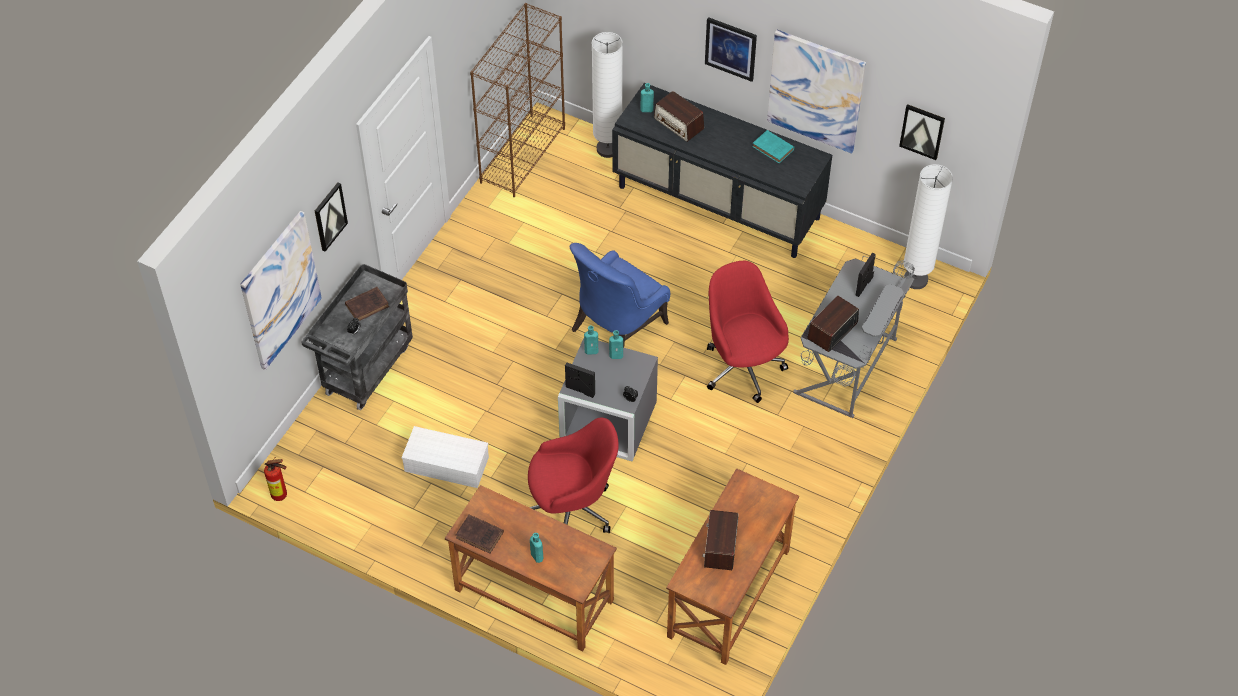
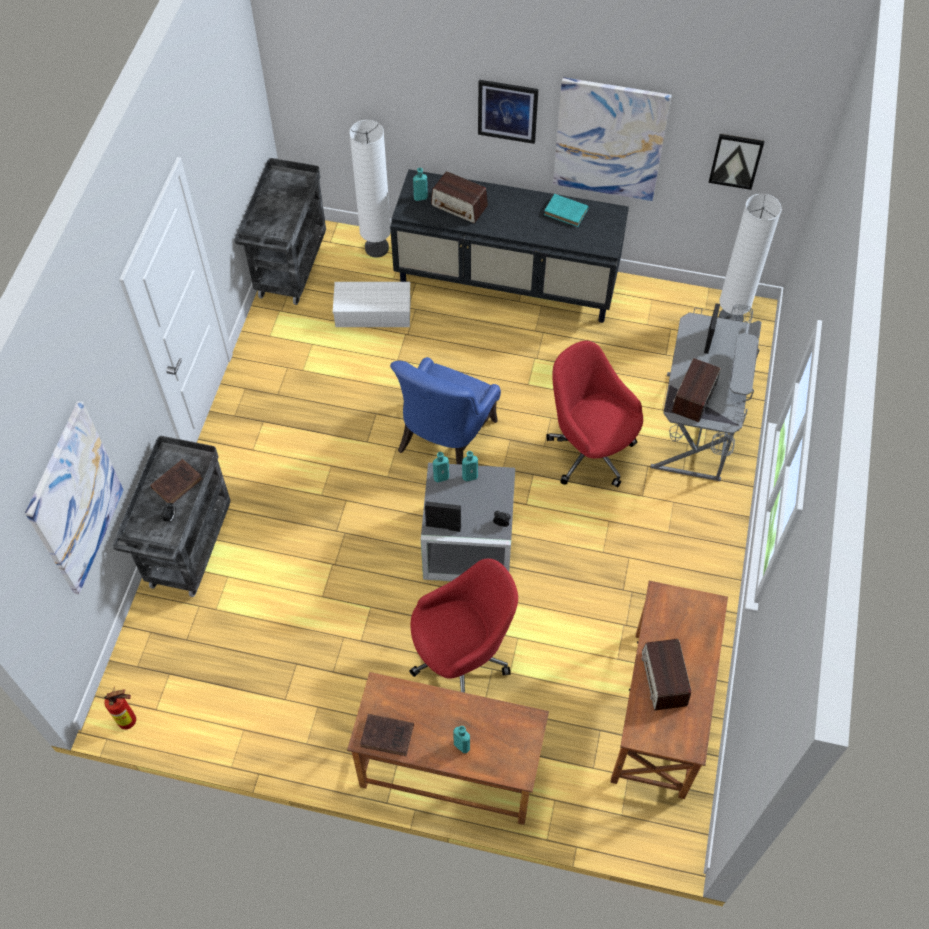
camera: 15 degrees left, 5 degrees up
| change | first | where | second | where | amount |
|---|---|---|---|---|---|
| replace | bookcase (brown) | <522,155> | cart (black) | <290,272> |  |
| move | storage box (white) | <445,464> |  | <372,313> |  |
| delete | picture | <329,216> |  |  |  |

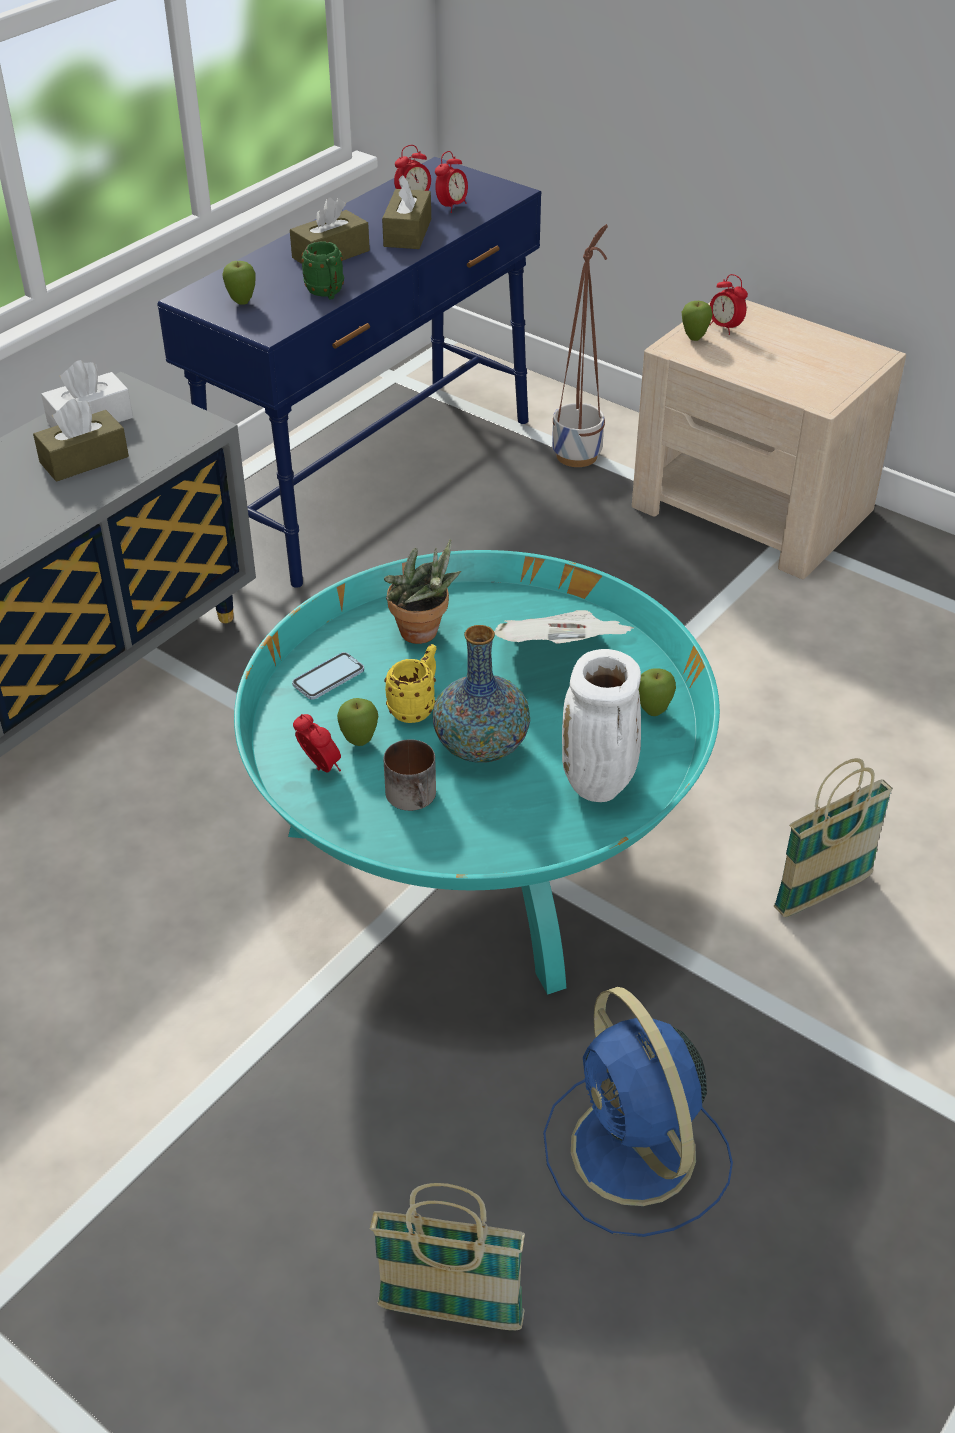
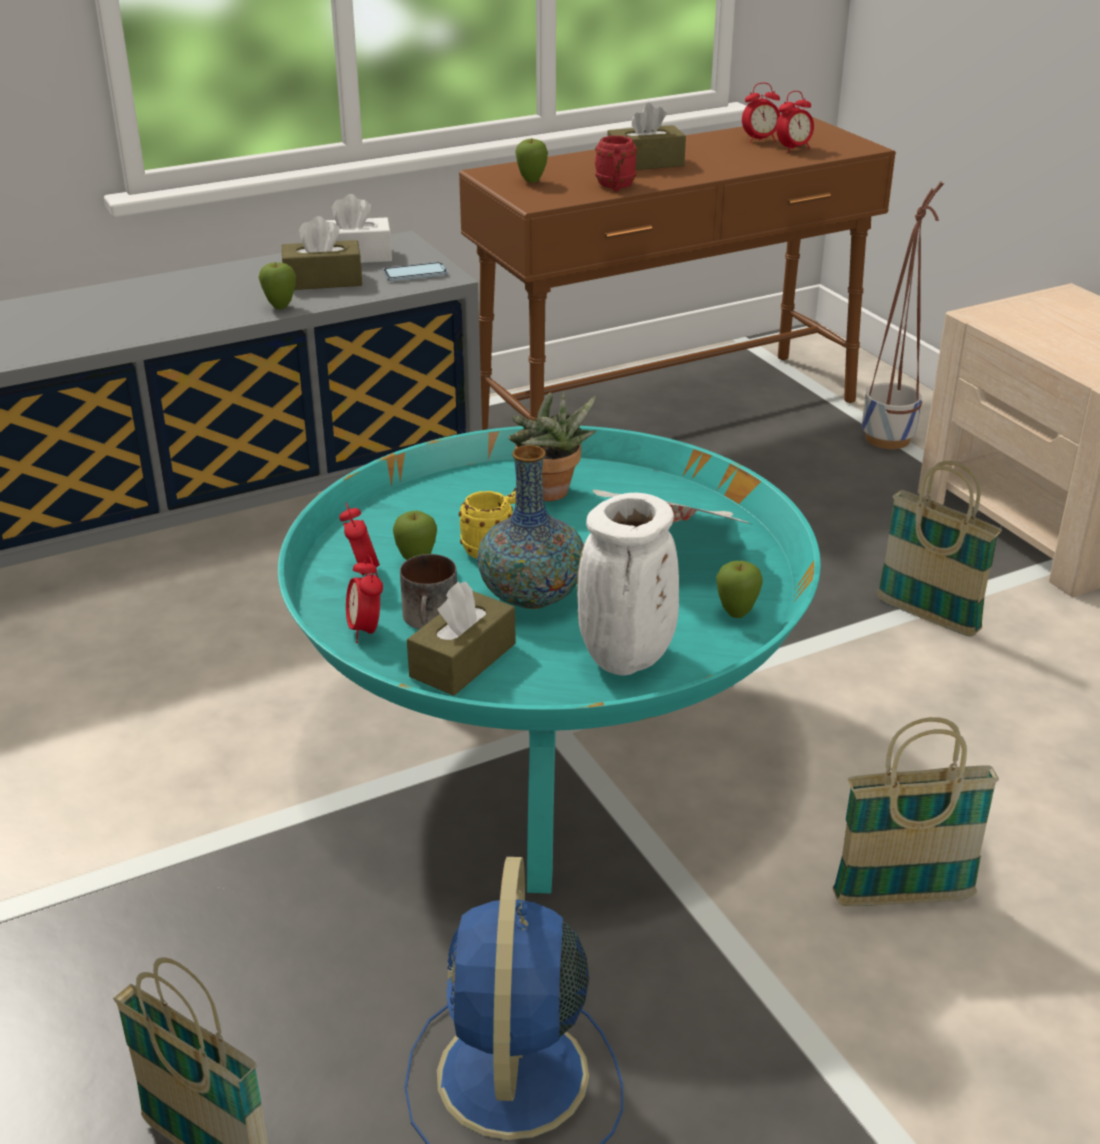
camera: 25 degrees right, 10 degrees down
| change | first | where | second | where | amount |
|---|---|---|---|---|---|
| move | apple | <694,338> |  | <280,307> |  |
| move | alarm clock | <725,327> |  | <366,630> |  |
| move | phone | <328,678> |  | <415,274> |  |
| move | tissue box (brown) | <407,233> |  | <463,660> |  |
| recolor | console table (blue) | <375,479> | console table (brown) | <670,416> |  |
| recolor | mug (green) | <327,293> | mug (red) | <615,187> |  |
| insert |  |  | basket | <927,616> |  |

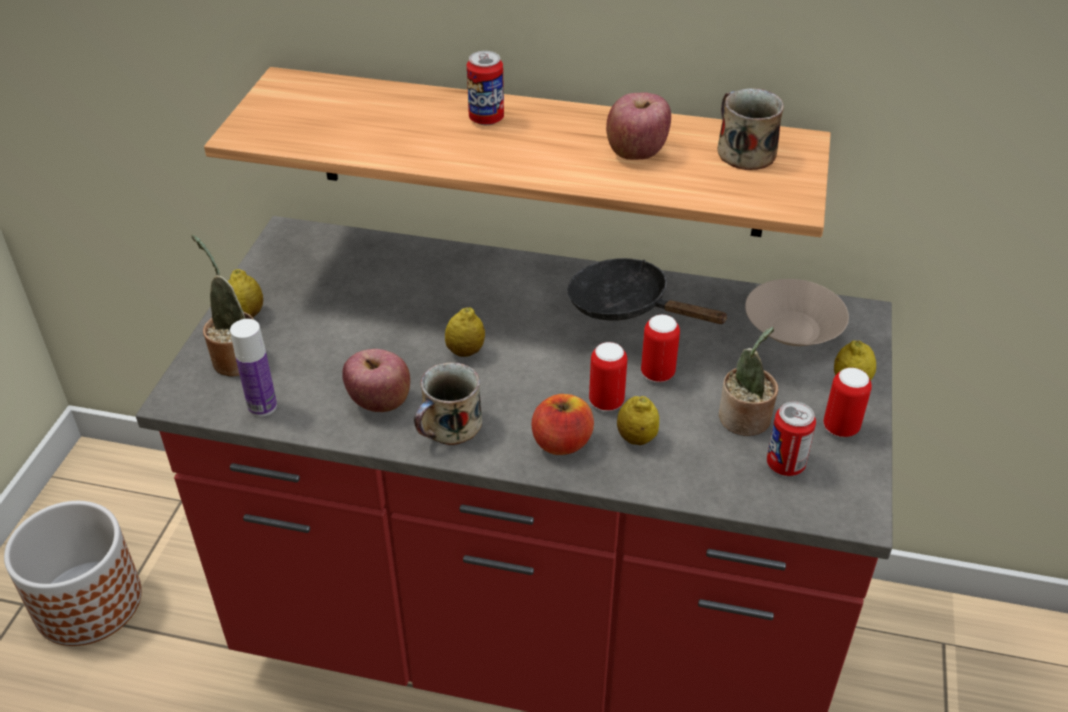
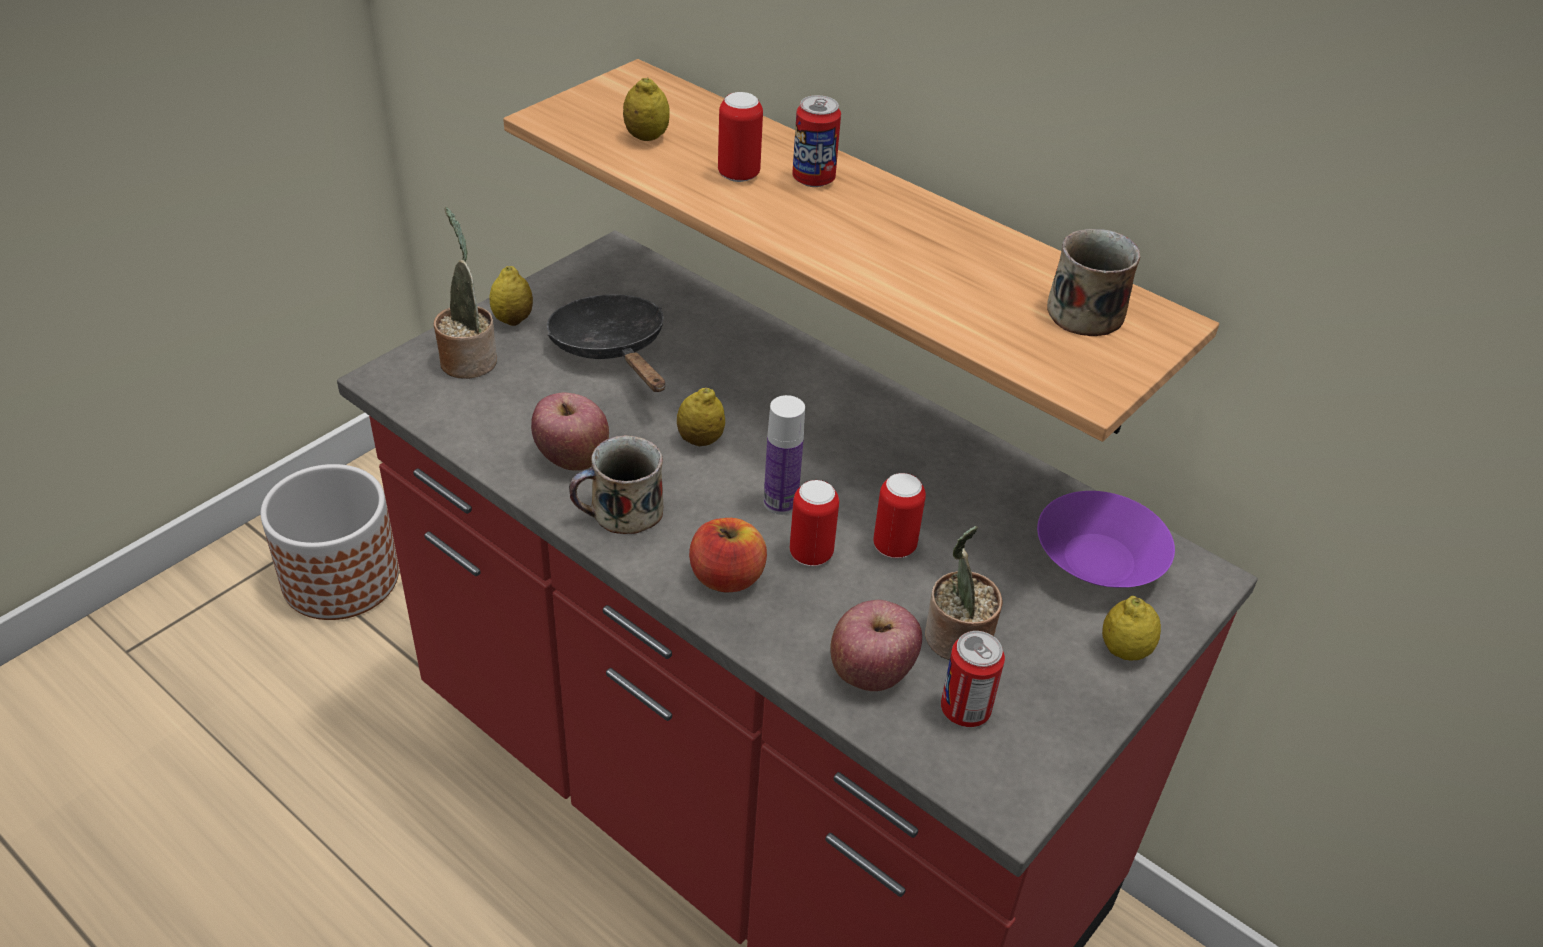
camera: 25 degrees right, 0 degrees up
| change | first | where | second | where | amount |
|---|---|---|---|---|---|
| move | frying pan (black) | <627,306> |  | <612,349> |  |
| move | lemon | <636,438> |  | <646,137> |  |
| move | can | <840,428> |  | <738,175> |  |
| move | bottle | <262,406> |  | <780,502> |  |
| move | apple | <636,151> |  | <870,672> |  |
| recolor | bowl (beige) | <792,331> | bowl (purple) | <1097,563> |  |

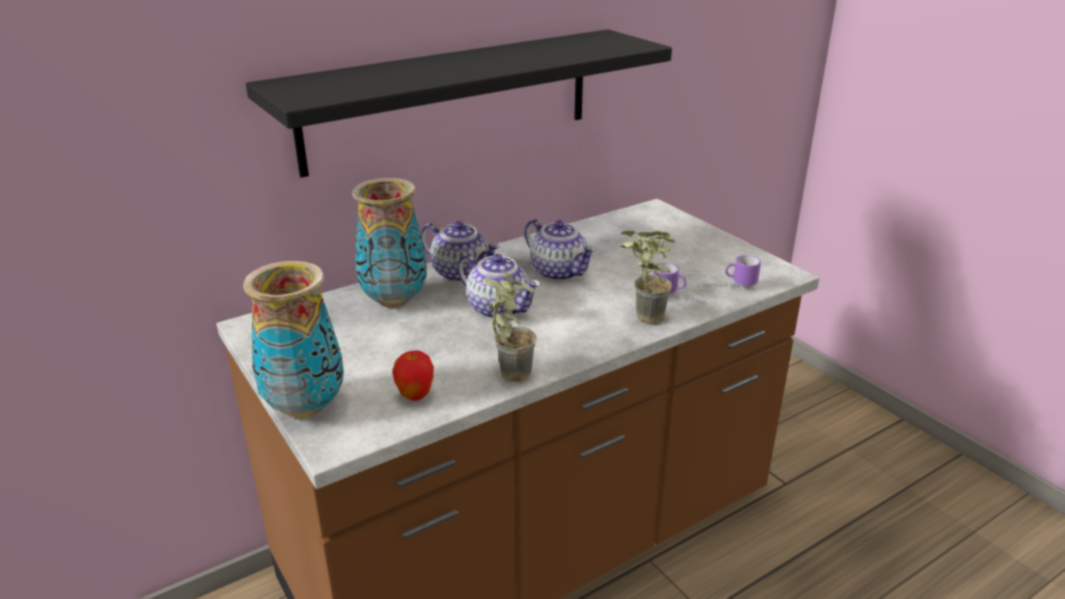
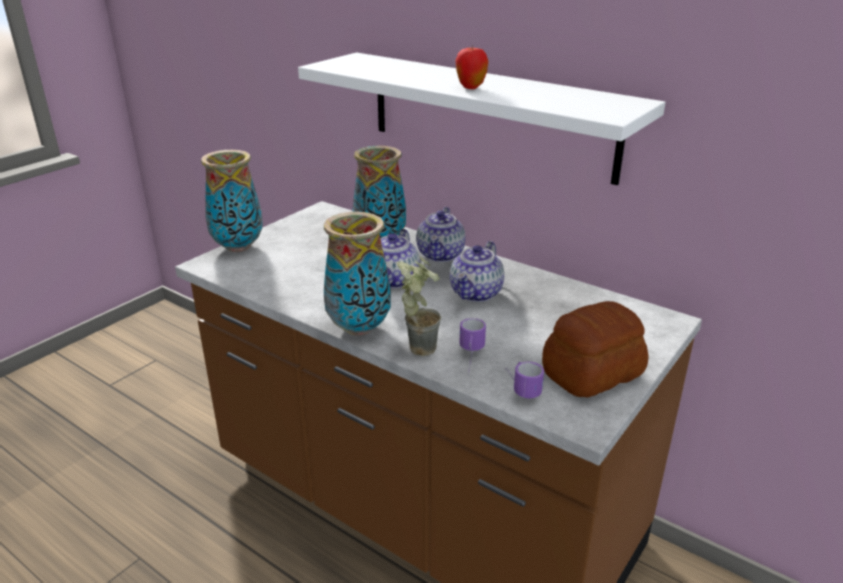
camera: 70 degrees right, 0 degrees up
| change | first | where | second | where | amount |
|---|---|---|---|---|---|
| recolor | shelf (black) | <450,99> | shelf (white) | <489,115> |  |
| insert |  |  | vase | <359,327> |  |
| move | apple | <415,396> |  | <470,87> |  |
| insert |  |  | bread | <590,373> |  |
| delete | potted plant | <508,370> |  |  |  |

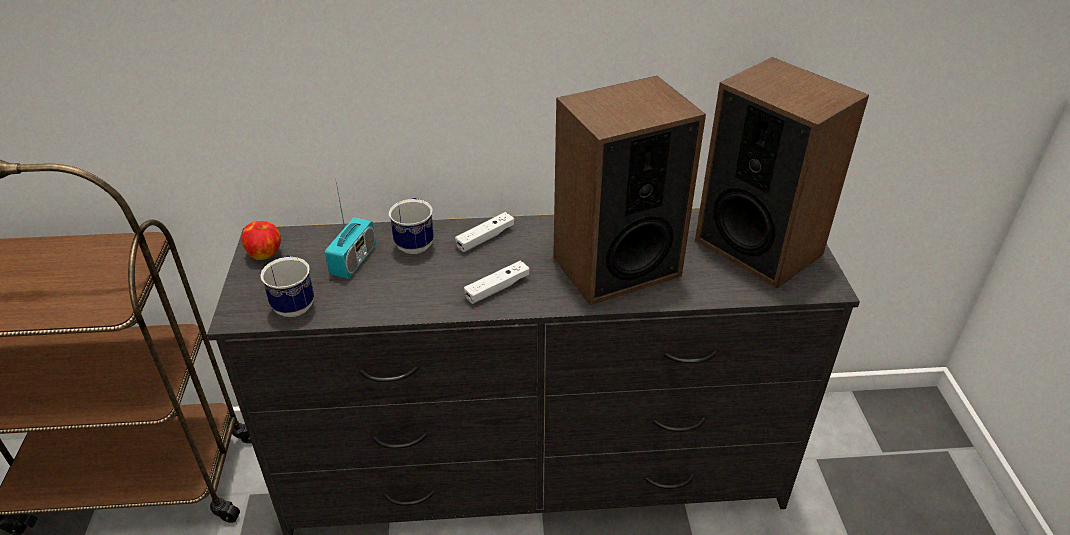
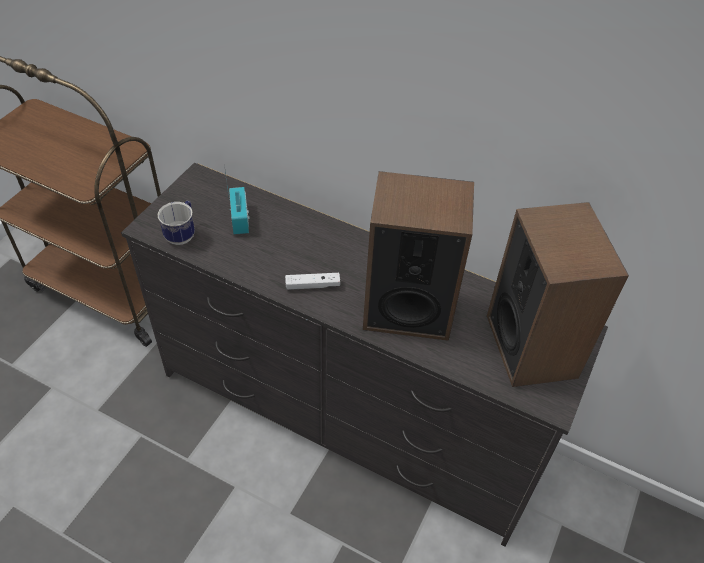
camera: 30 degrees right, 10 degrees up
| change | first | where | second | where | amount |
|---|---|---|---|---|---|
| rotate | radio | <353,260> |  | <240,219> | 60 degrees counterclockwise |
| delete | apple | <265,254> |  |  |  |
| delete | mug | <415,242> |  |  |  |
| delete | game controller (white) | <485,238> |  |  |  |

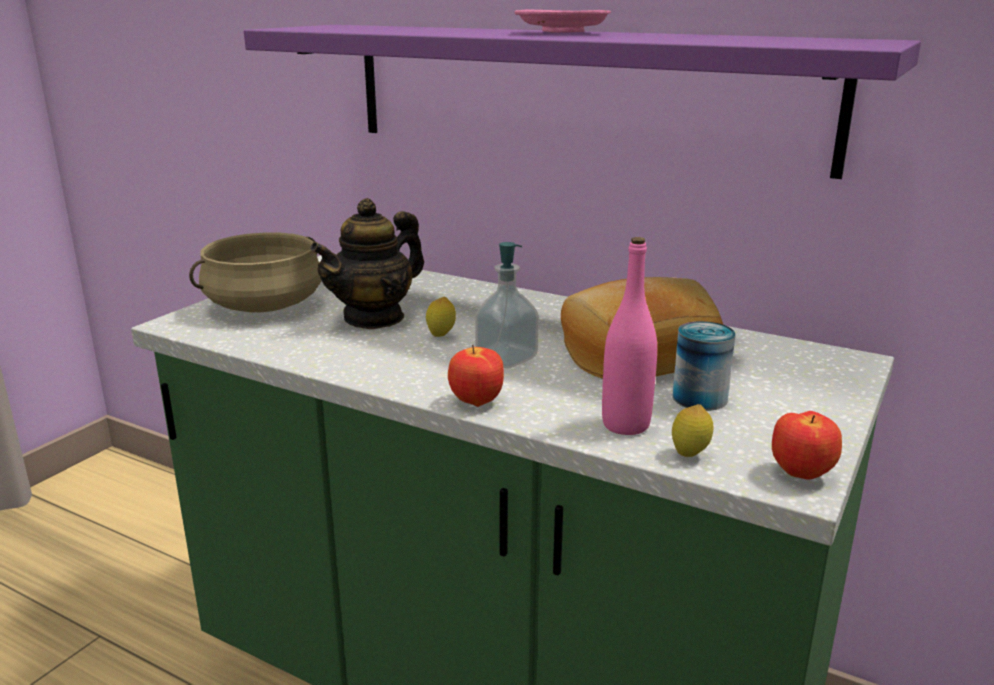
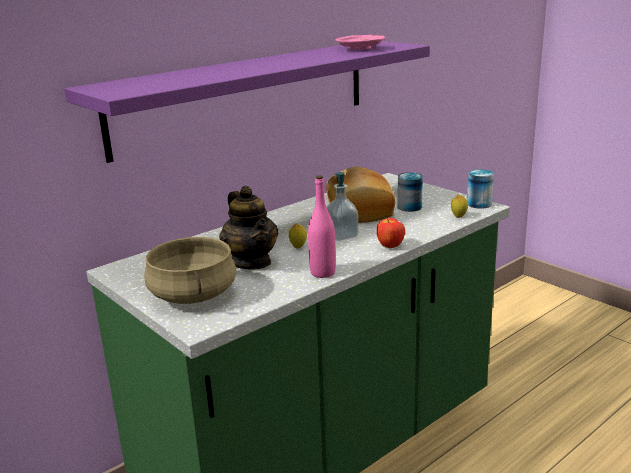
camera: 70 degrees left, 0 degrees up
| change | first | where | second | where | amount |
|---|---|---|---|---|---|
| move | bottle (pink) | <625,425> |  | <322,273> |  |
| move | plate (pink) | <563,33> |  | <360,49> |  |
| replace | apple | <801,474> | can | <479,204> |  |

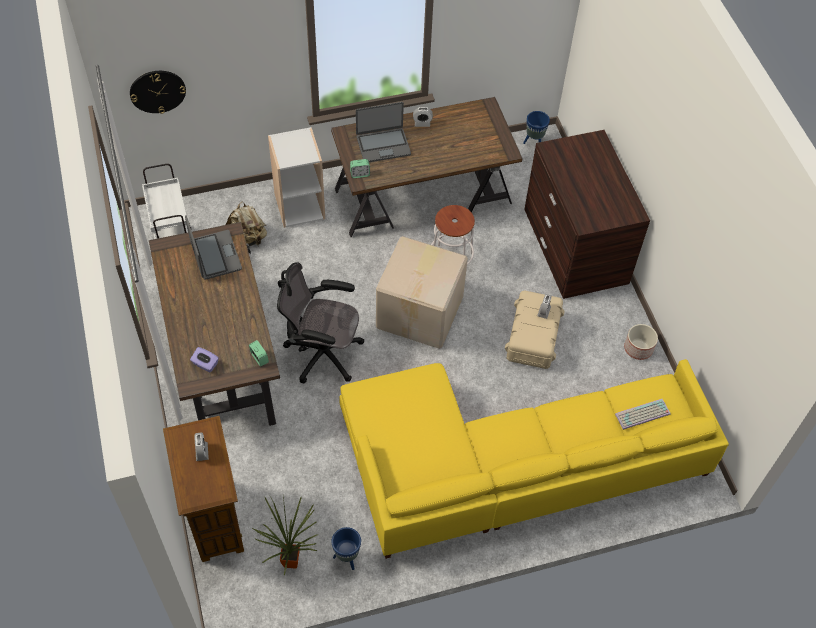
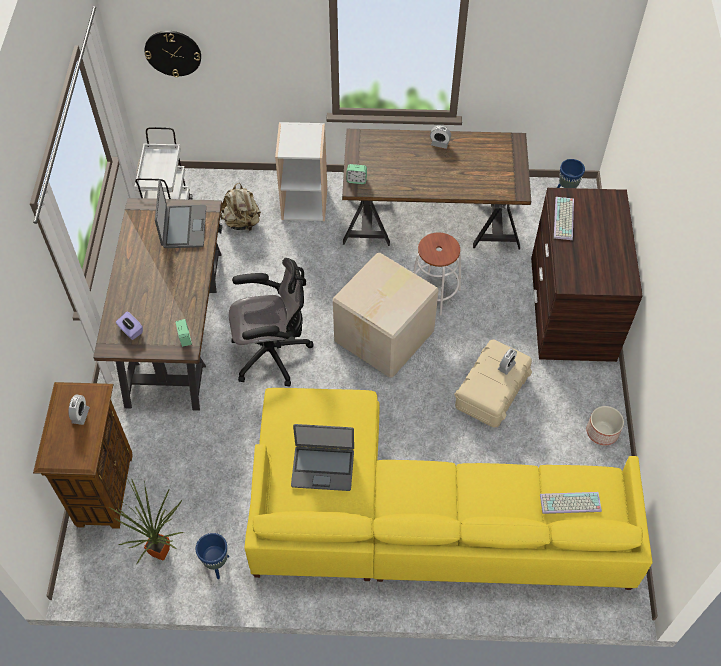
camera: 20 degrees right, 0 degrees up
| change | first | where | second | where | amount |
|---|---|---|---|---|---|
| rotate | office chair | <323,354> |  | <271,353> | 135 degrees clockwise |
| move | laptop | <383,145> |  | <323,467> |  |
| insert |  |  | keyboard | <564,219> |  |

